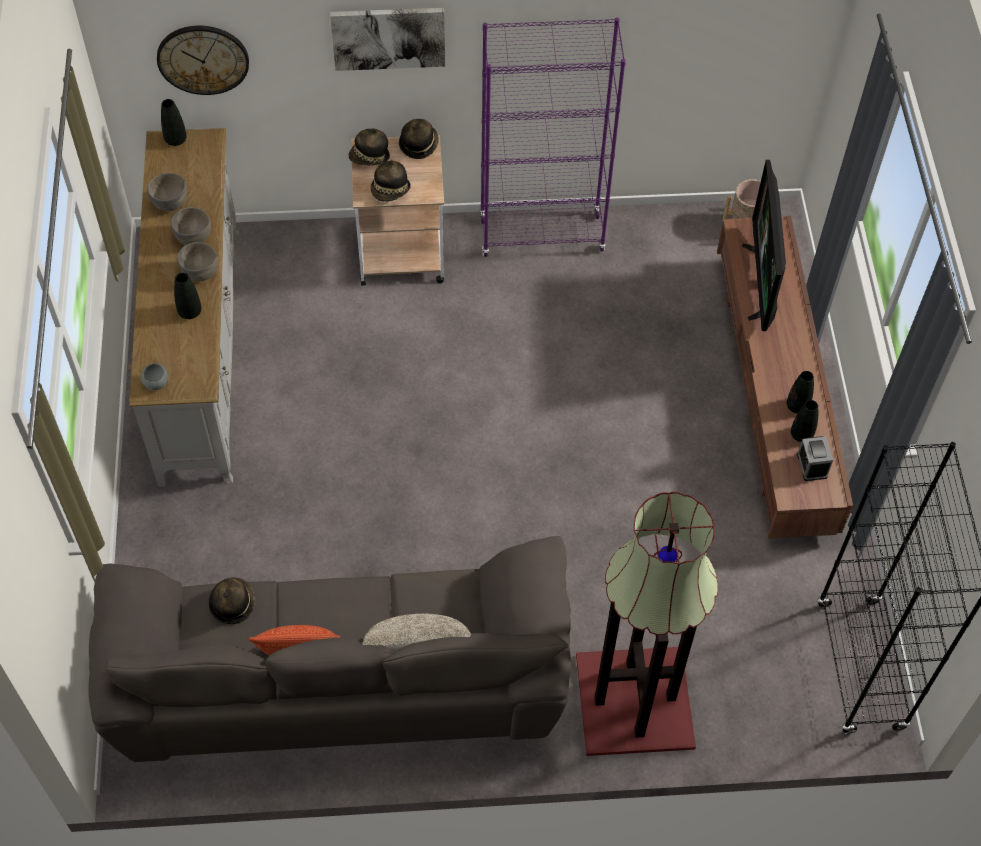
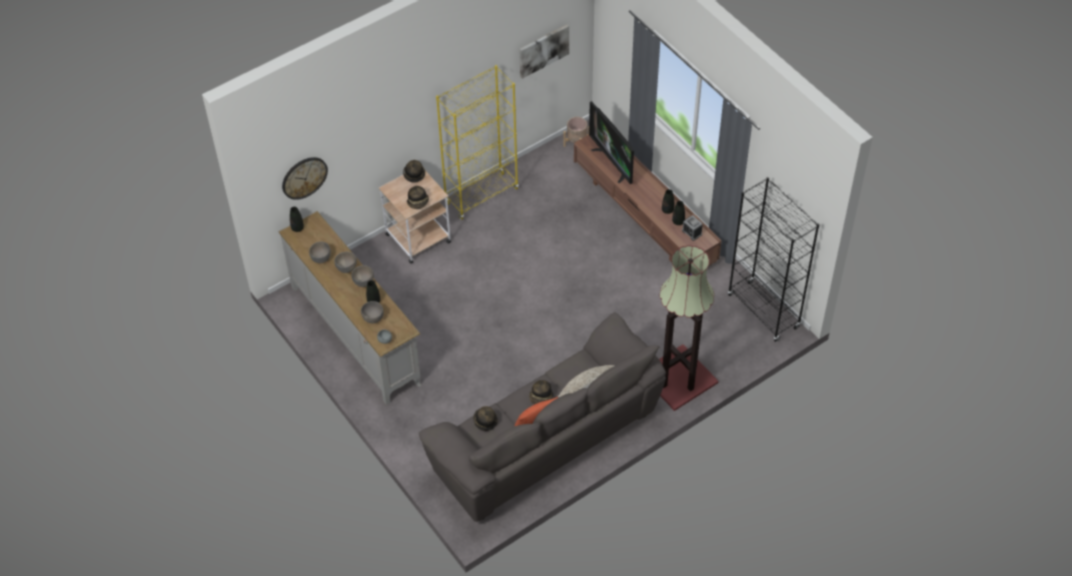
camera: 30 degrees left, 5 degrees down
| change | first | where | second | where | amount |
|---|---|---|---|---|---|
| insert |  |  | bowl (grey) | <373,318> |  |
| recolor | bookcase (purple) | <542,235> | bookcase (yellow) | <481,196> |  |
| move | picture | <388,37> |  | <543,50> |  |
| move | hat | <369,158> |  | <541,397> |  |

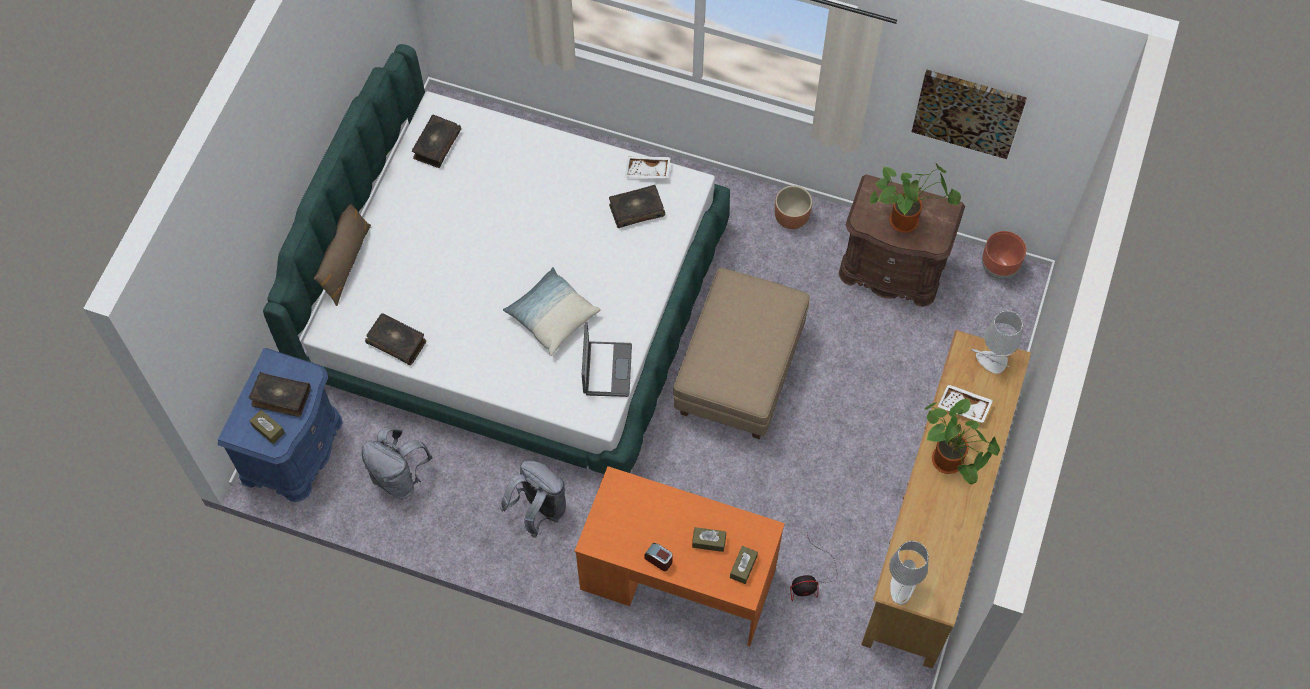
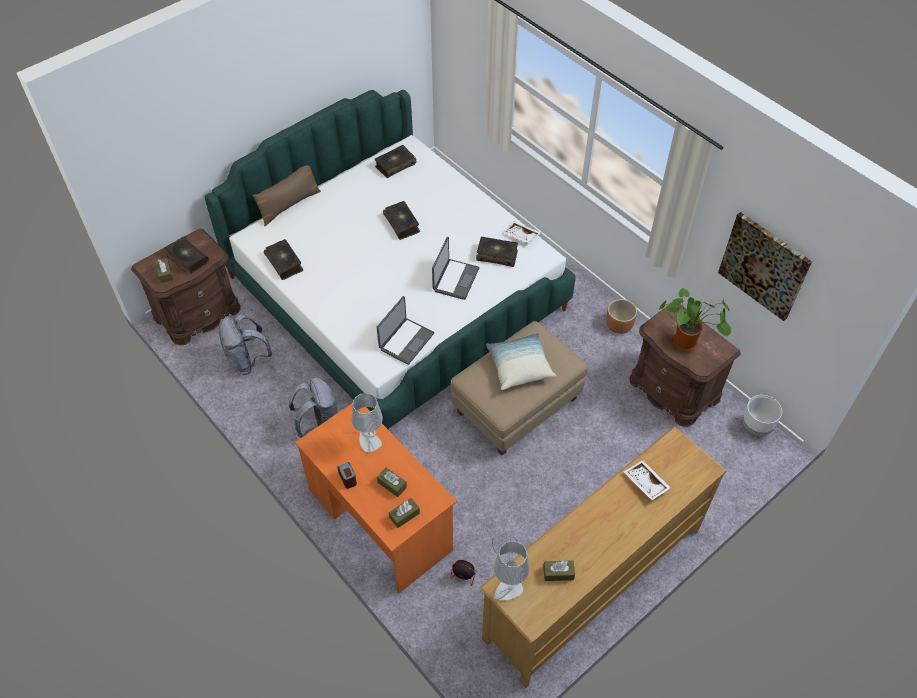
camera: 30 degrees right, 10 degrees down
| change | first | where | second | where | amount |
|---|---|---|---|---|---|
| recolor | nightstand (blue) | <296,449> | nightstand (brown) | <200,315> |  |
| move | table lamp (grey) | <991,361> |  | <368,441> |  |
| insert |  |  | book | <402,224> |  |
| insert |  |  | laptop | <455,279> |  |
| move | pillow | <552,317> |  | <519,367> |  |
| insert |  |  | tissue box (brown) | <558,573> |  |
| recolor | planter (brown) | <999,268> | planter (white) | <756,427> |  |
| delete | potted plant | <951,462> |  |  |  |

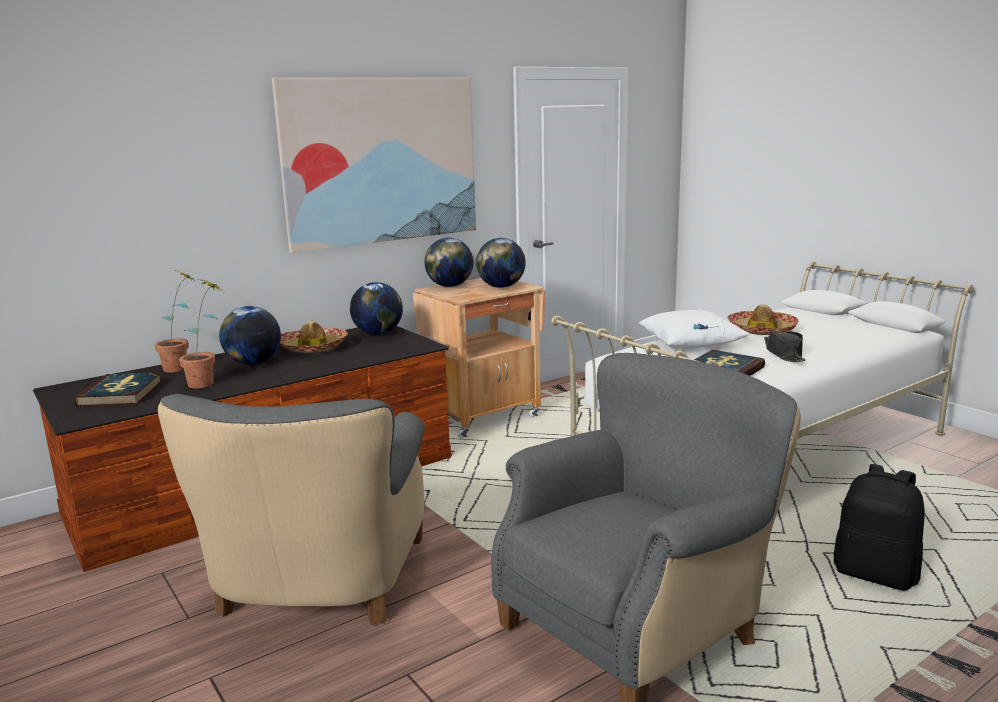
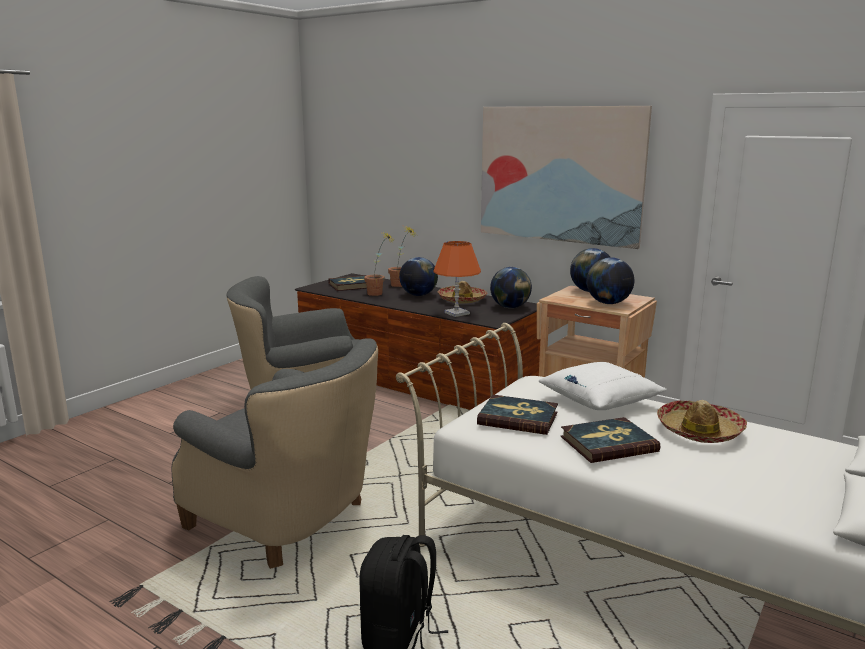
camera: 70 degrees right, 0 degrees up
| change | first | where | second | where | amount |
|---|---|---|---|---|---|
| insert |  |  | table lamp (orange) | <456,313> |  |
| replace | hat (black) | <784,354> | book | <608,444> |  |

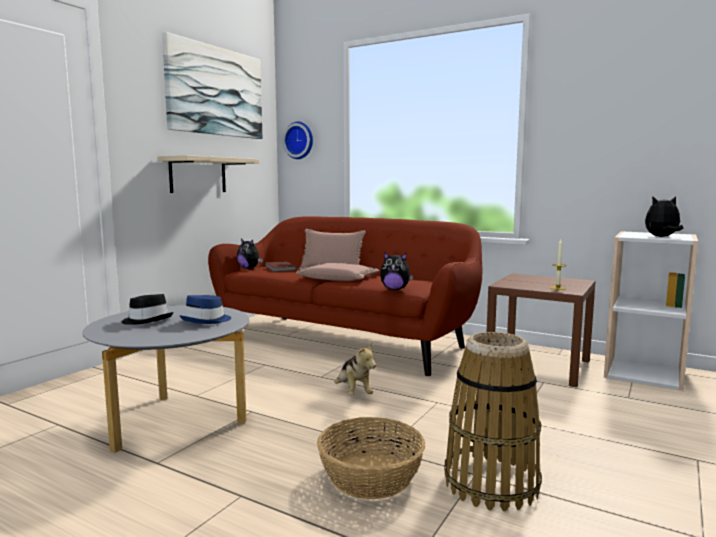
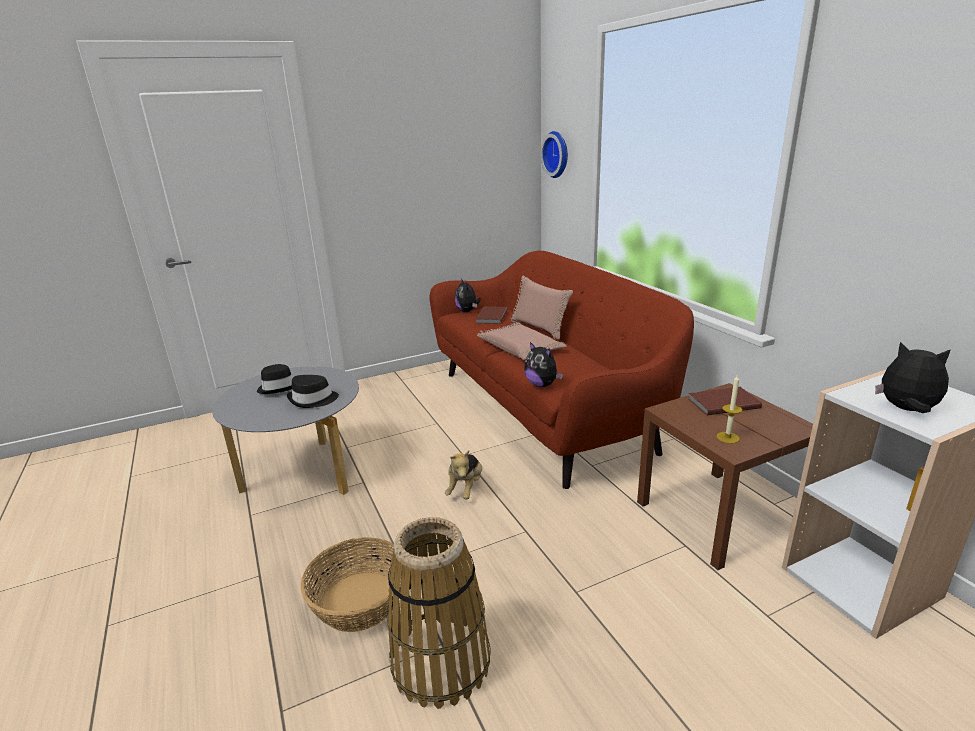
camera: 35 degrees right, 15 degrees up
| change | first | where | second | where | amount |
|---|---|---|---|---|---|
| recolor | hat (blue) | <207,320> | hat (black) | <313,400> |  |
| insert |  |  | book (brown) | <722,403> |  |
| delete | shelf (beige) | <198,175> |  |  |  |
| delete | picture | <215,91> |  |  |  |

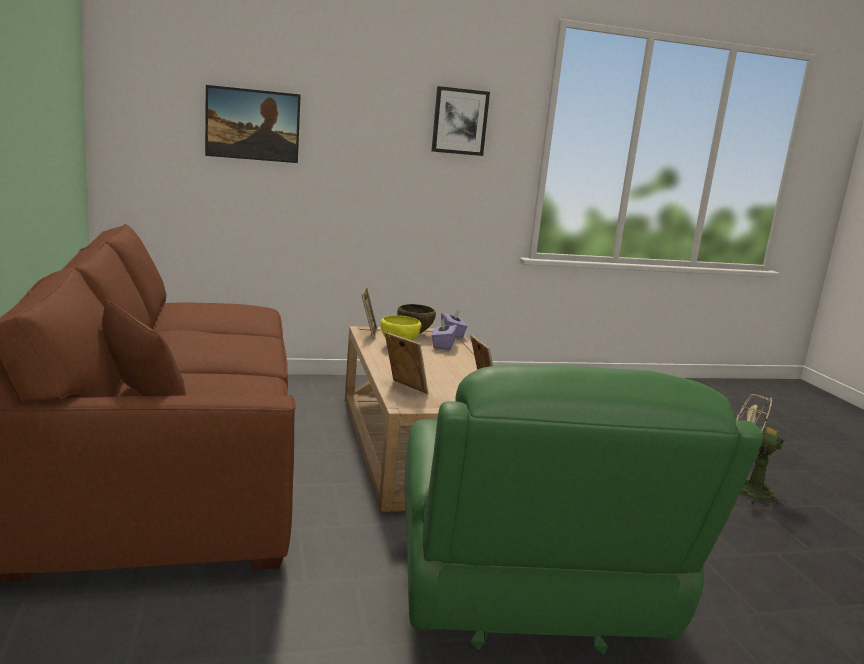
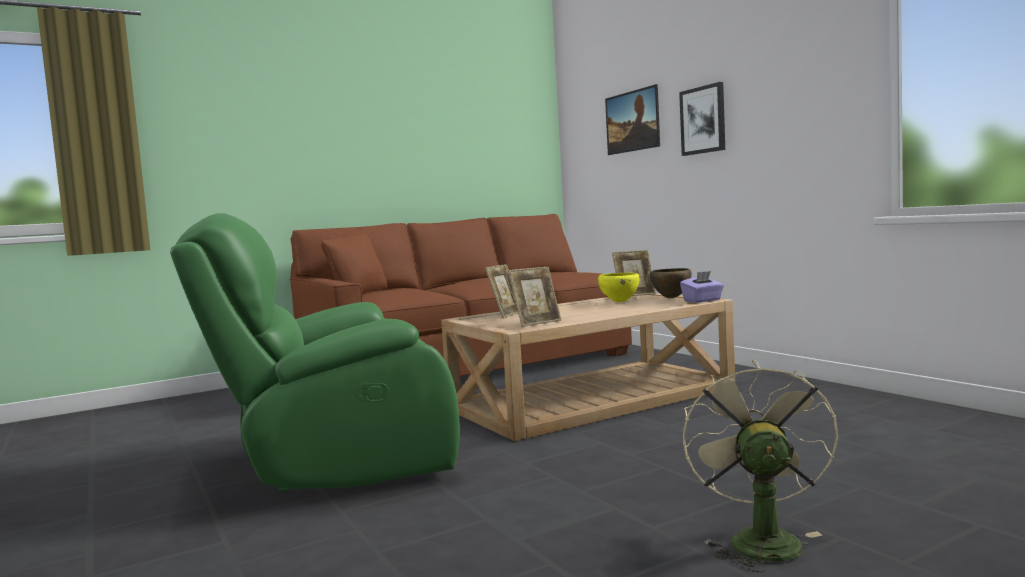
camera: 75 degrees right, 10 degrees down
| change | first | where | second | where | amount |
|---|---|---|---|---|---|
| move | picture | <459,121> |  | <703,120> |  |
| delete | tissue box (purple) | <442,345> |  |  |  |

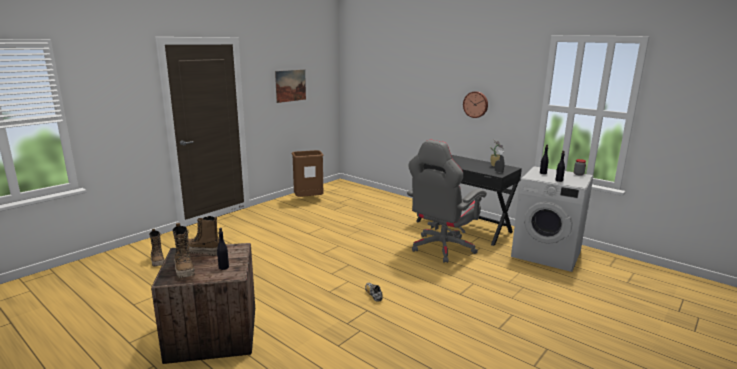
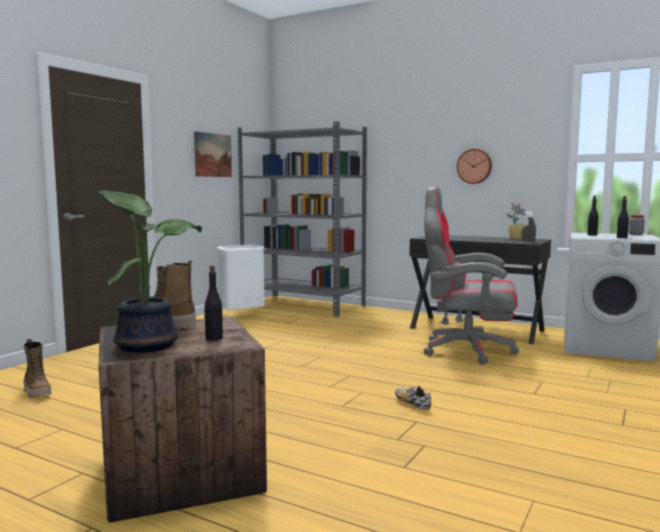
camera: 10 degrees left, 10 degrees down
| change | first | where | second | where | amount |
|---|---|---|---|---|---|
| replace | boot | <184,270> | potted plant | <147,344> |  |
| recolor | trash can (brown) | <308,199> | trash can (white) | <242,316> |  |
| insert |  |  | bookcase (grey) | <303,305> |  |
| rotate | office chair (grey) | <442,247> |  | <467,350> | 75 degrees clockwise |

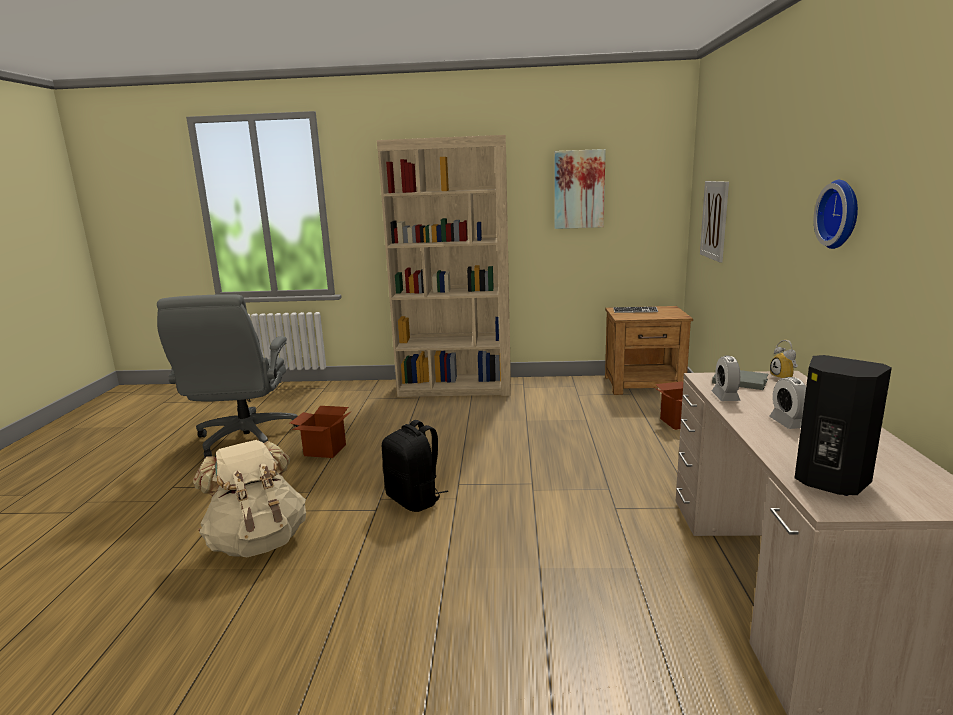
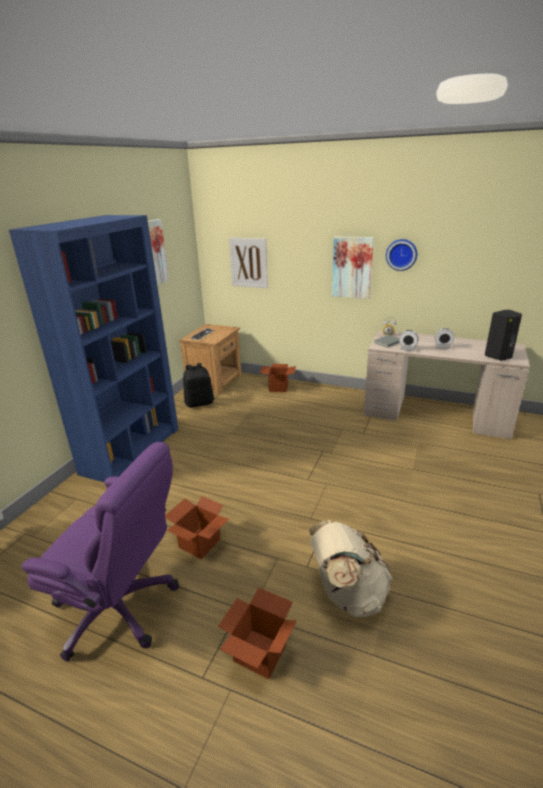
camera: 70 degrees left, 10 degrees up
| change | first | where | second | where | amount |
|---|---|---|---|---|---|
| recolor | bookcase (beige) | <456,388> | bookcase (blue) | <132,450> |  |
| recolor | office chair (grey) | <243,441> | office chair (purple) | <122,611> |  |
| move | backpack (black) | <415,500> |  | <199,403> |  |
| insert |  |  | cardboard box | <260,653> |  |
| insert |  |  | picture | <352,267> |  |

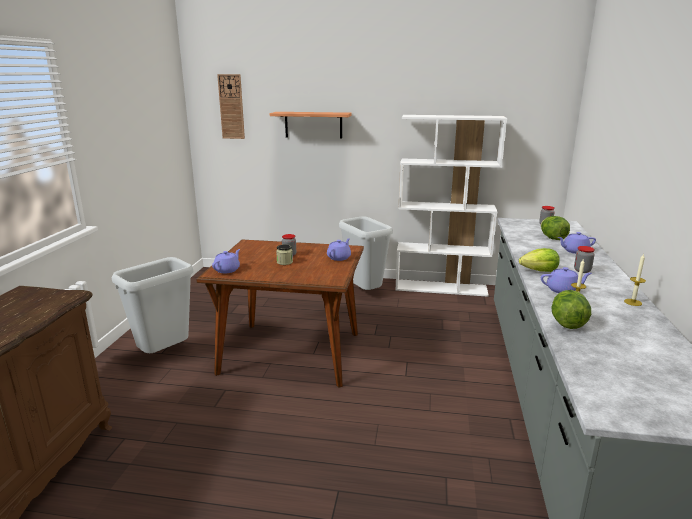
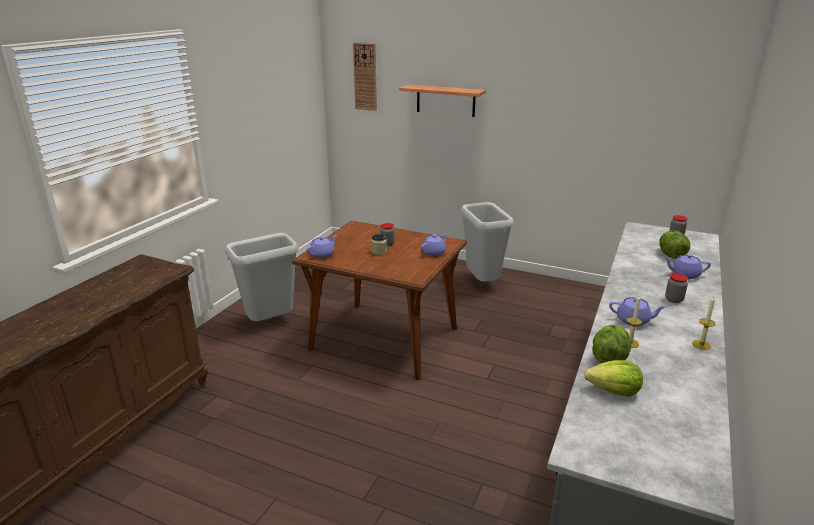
camera: 15 degrees right, 5 degrees up
| change | first | where | second | where | amount |
|---|---|---|---|---|---|
| move | lettuce | <539,271> |  | <614,390> |  |
| delete | bookcase (white) | <441,288> |  |  |  |

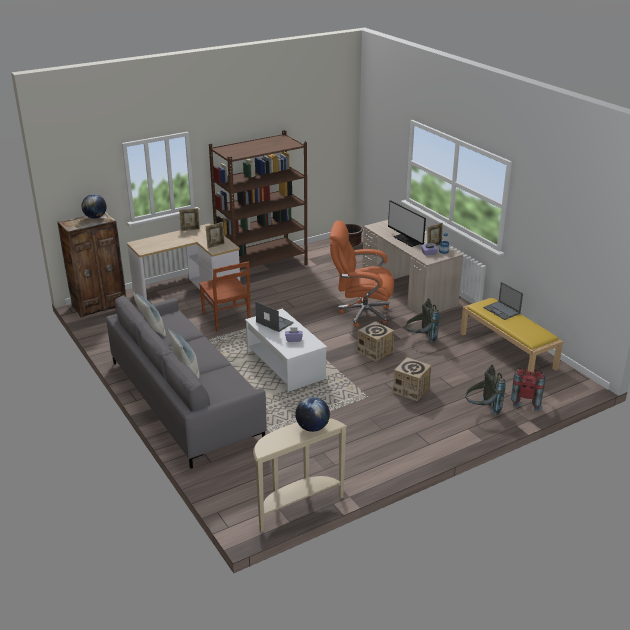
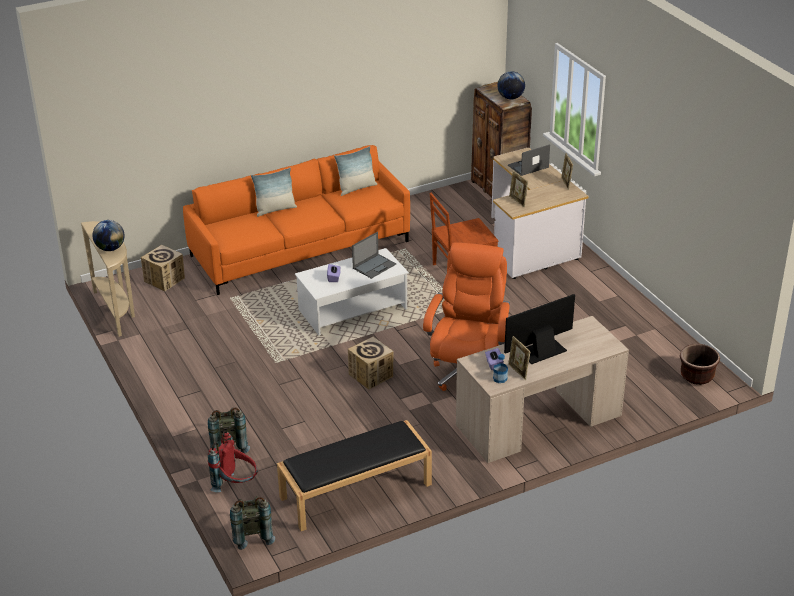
camera: 95 degrees right, 5 degrees up
| change | first | where | second | where | amount |
|---|---|---|---|---|---|
| move | cardboard box | <411,390> |  | <164,280> |  |
| recolor | sofa (grey) | <185,399> | sofa (orange) | <300,249> |  |
| move | backpack (grey) | <420,338> |  | <251,534> |  |
| recolor | bench (yellow) | <508,351> | bench (black) | <355,491> |  |
| move | laptop | <502,311> |  | <527,166> |  |
| delete | bookcase (brown) | <262,266> |  |  |  |

